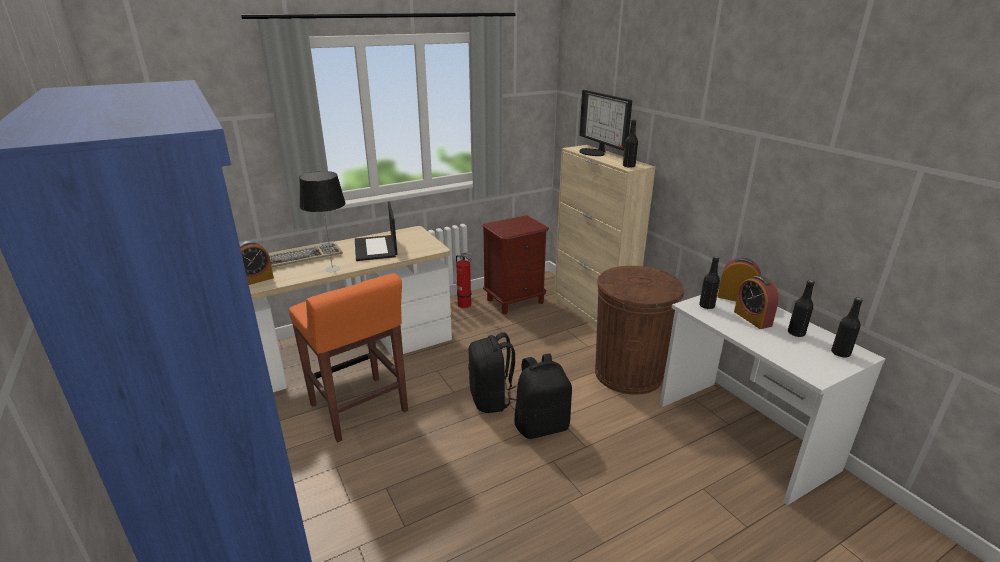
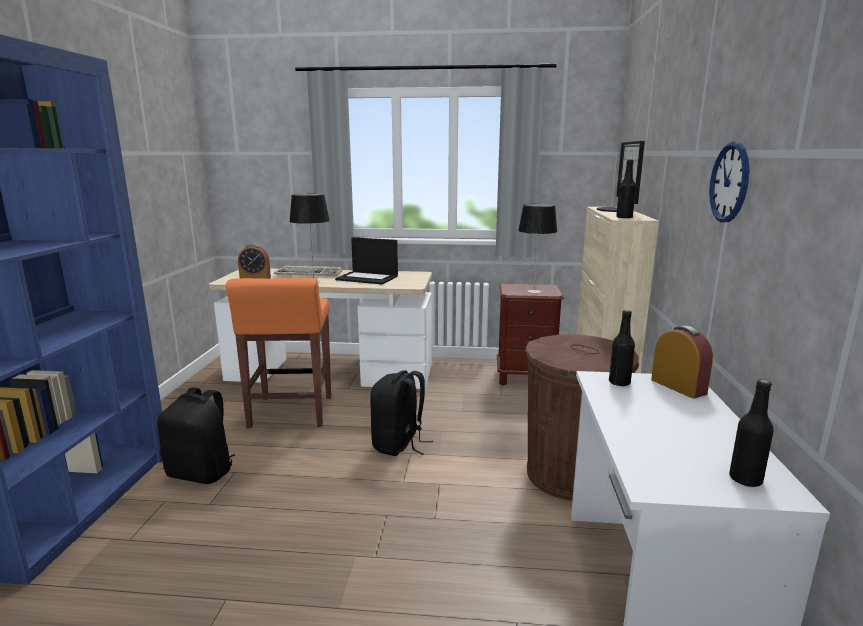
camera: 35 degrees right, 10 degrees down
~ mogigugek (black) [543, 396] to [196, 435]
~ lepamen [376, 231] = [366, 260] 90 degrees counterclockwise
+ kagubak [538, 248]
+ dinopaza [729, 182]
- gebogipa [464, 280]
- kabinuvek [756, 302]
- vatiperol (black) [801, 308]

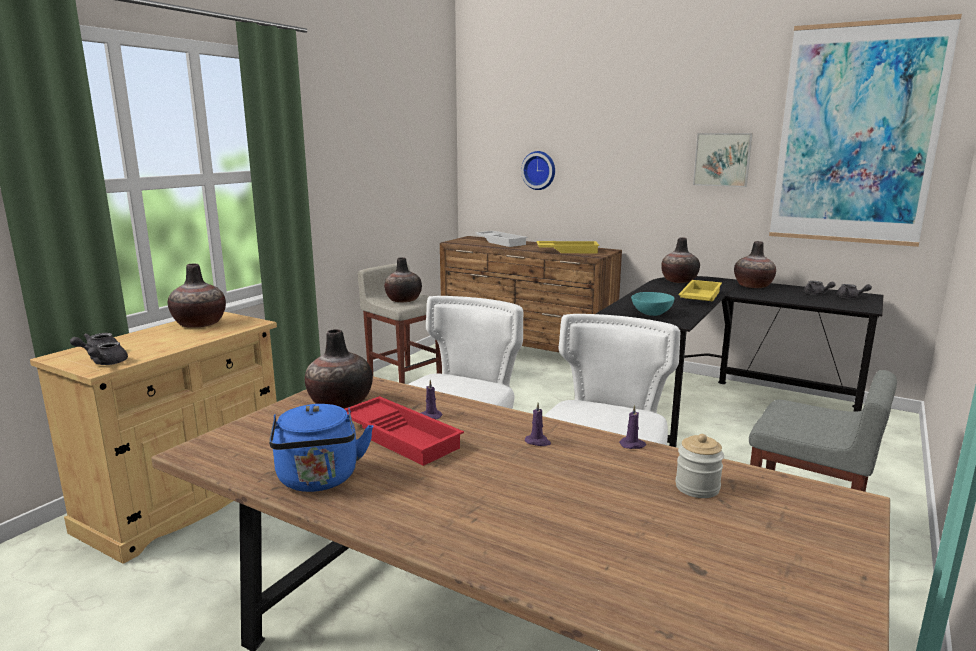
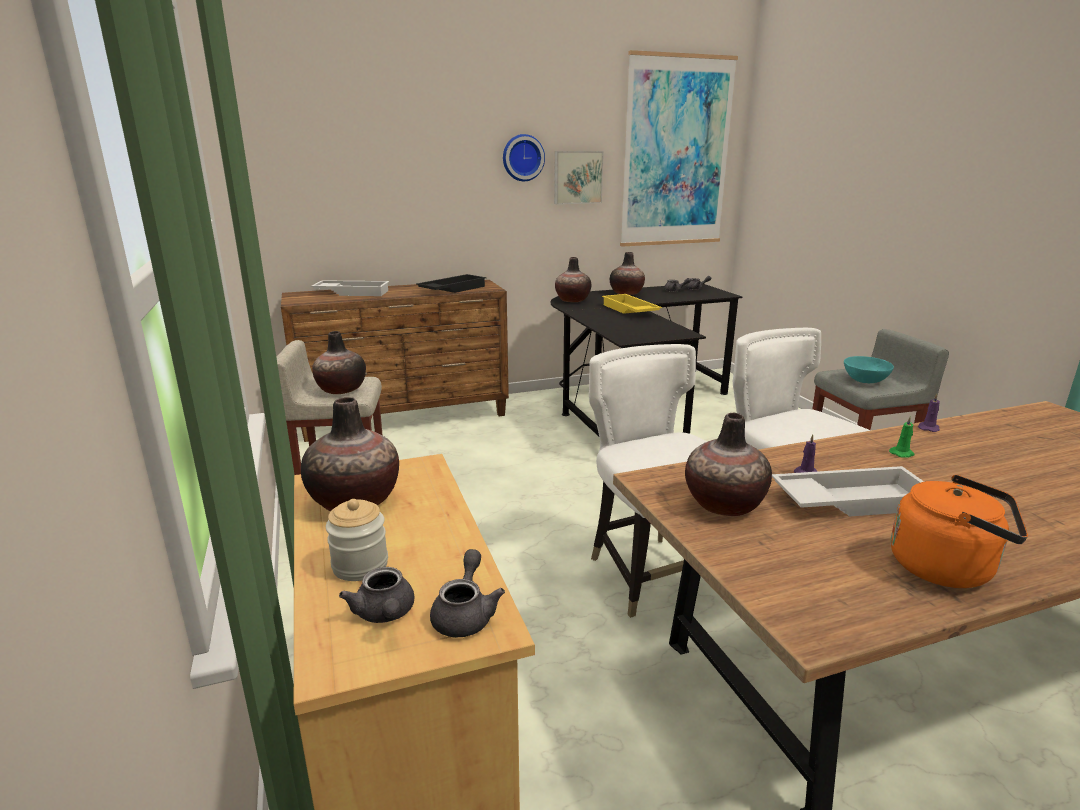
camera: 50 degrees left, 5 degrees up
~ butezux [699, 466] to [357, 540]
~ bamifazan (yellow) [568, 247] to bamifazan (black) [451, 283]
~ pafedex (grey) [106, 353] = [467, 593] 120 degrees counterclockwise
~ dinopaza [538, 170] to [524, 157]
~ bamifazan (red) [404, 431] to bamifazan (white) [848, 491]
~ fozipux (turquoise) [653, 304] to [869, 369]
~ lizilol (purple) [538, 424] to lizilol (green) [902, 437]
~ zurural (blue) [321, 448] to zurural (orange) [959, 531]

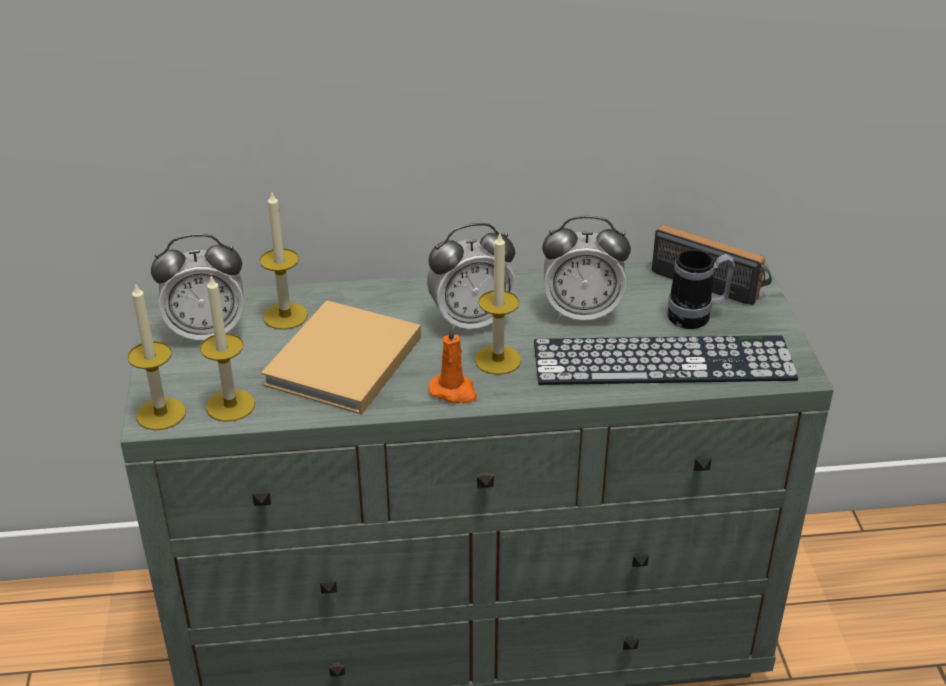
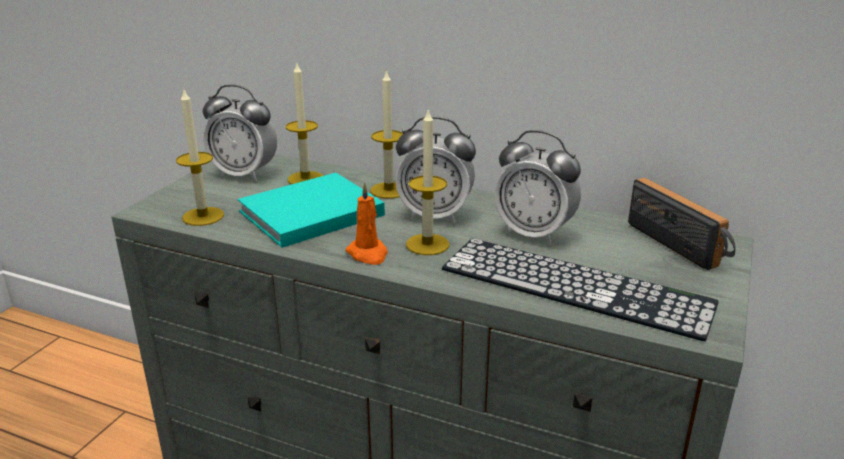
camera: 30 degrees right, 10 degrees down
~ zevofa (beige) [341, 357] to zevofa (turquoise) [311, 210]
~ lizilol [156, 356] to [386, 134]
- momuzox [701, 289]

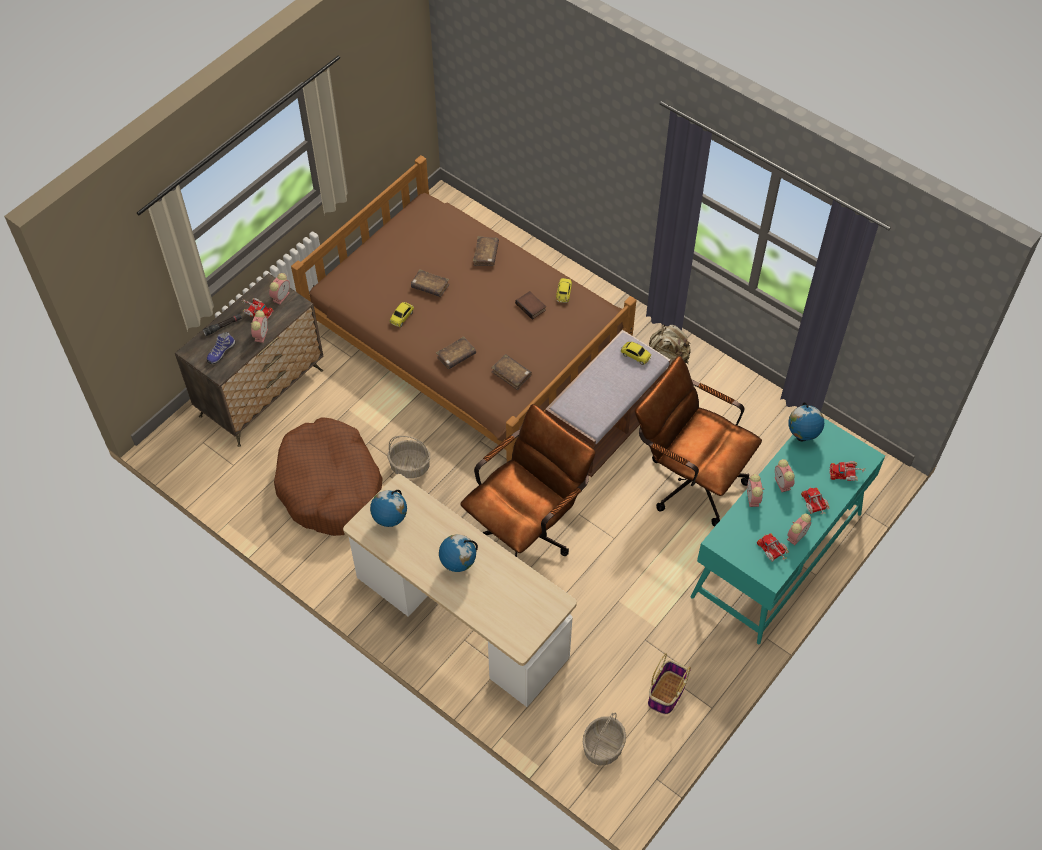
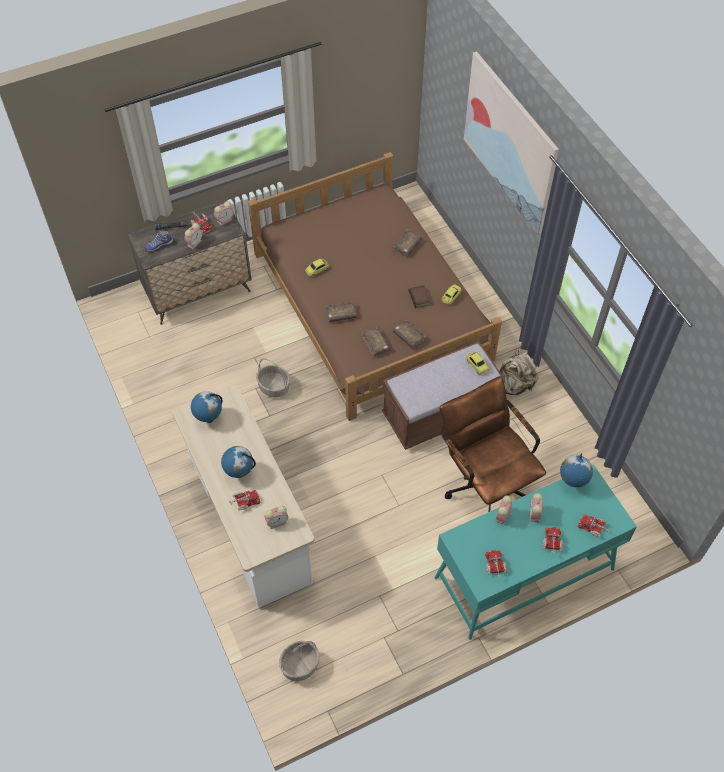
camera: 25 degrees right, 0 degrees up
+ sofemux [245, 500]
~ kabinuvek [799, 529] to [276, 517]
~ zevofa (brown) [430, 283] to [409, 334]
+ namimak [511, 143]
- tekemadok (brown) [328, 476]
- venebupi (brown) [528, 480]
- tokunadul [669, 683]

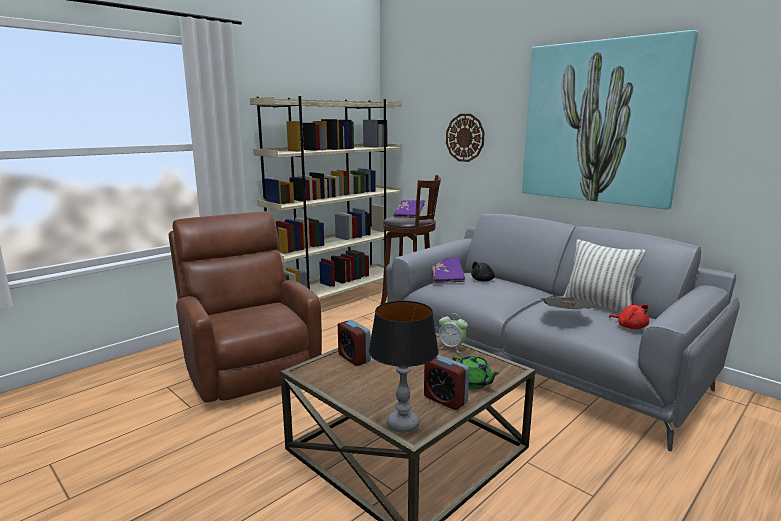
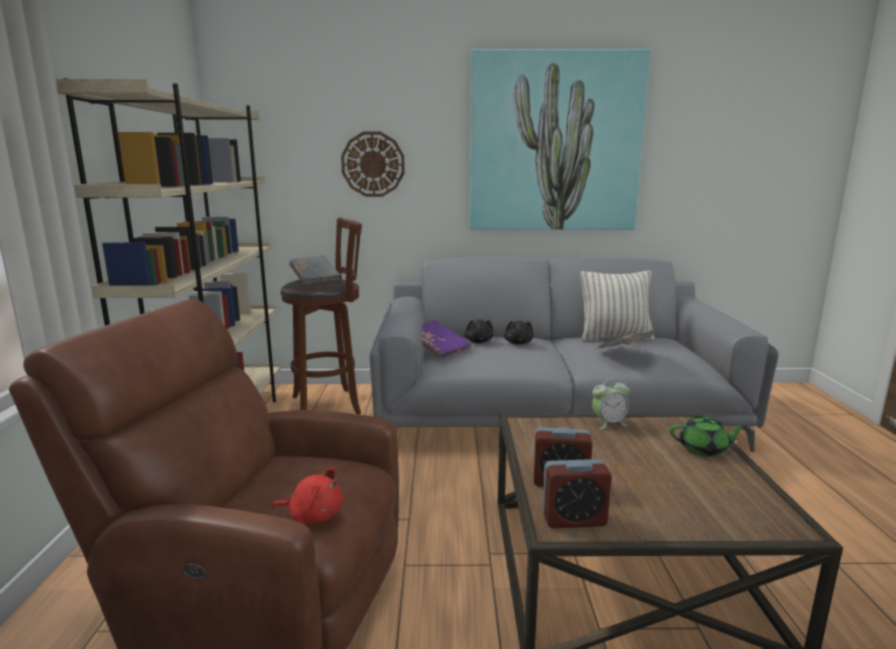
camera: 45 degrees left, 0 degrees up
~ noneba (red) [629, 316] to [307, 496]
~ zevofa (purple) [409, 209] to zevofa (grey) [315, 270]
+ noneba (black) [519, 333]
~ kabinuvek [446, 382] to [577, 493]
- kagubak [404, 367]

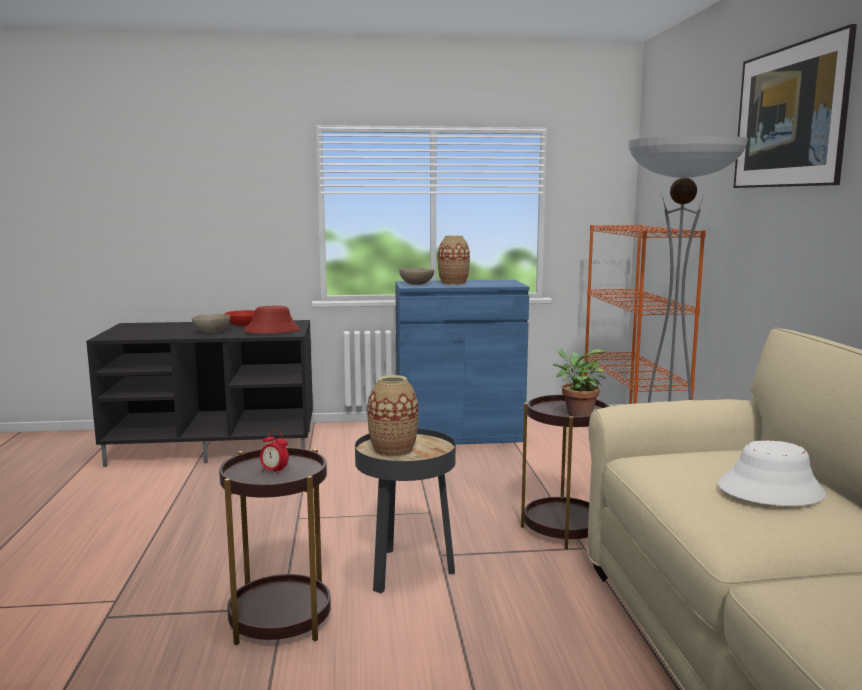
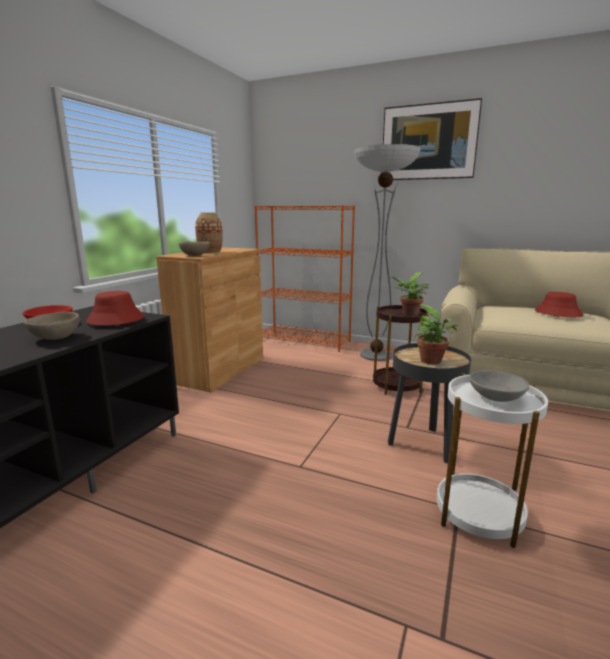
camera: 60 degrees left, 5 degrees up
~ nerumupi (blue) [462, 362] to nerumupi (brown) [209, 320]
~ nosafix [392, 416] to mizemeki [437, 334]
~ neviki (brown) [275, 546] to neviki (white) [492, 460]
~ kabinuvek [274, 452] to fozipux (grey) [499, 386]
~ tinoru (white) [772, 473] to tinoru (red) [559, 304]

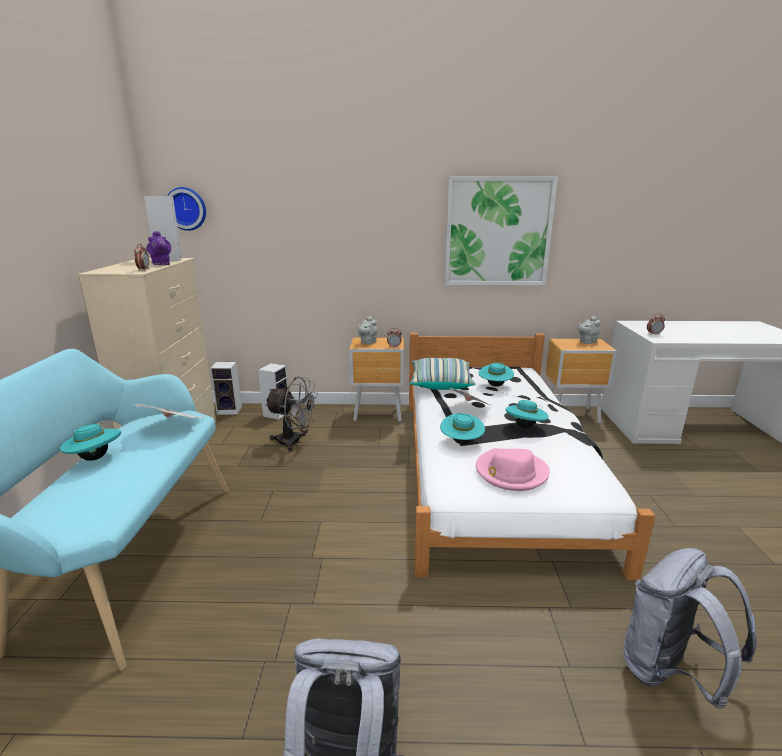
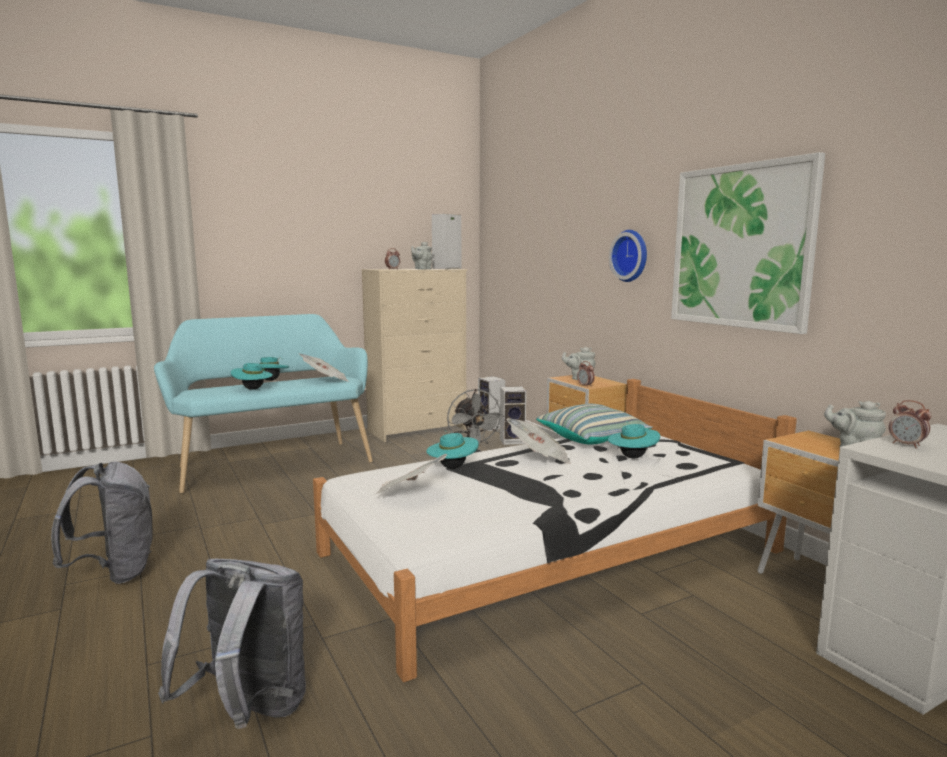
camera: 60 degrees right, 10 degrees down
~ tinoru (turquoise) [527, 414] to [252, 376]
~ tinoru (pink) [513, 469] to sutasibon [411, 474]
~ pafedex (purple) [158, 248] to pafedex (grey) [421, 255]
~ dinopaza [186, 209] to [628, 256]

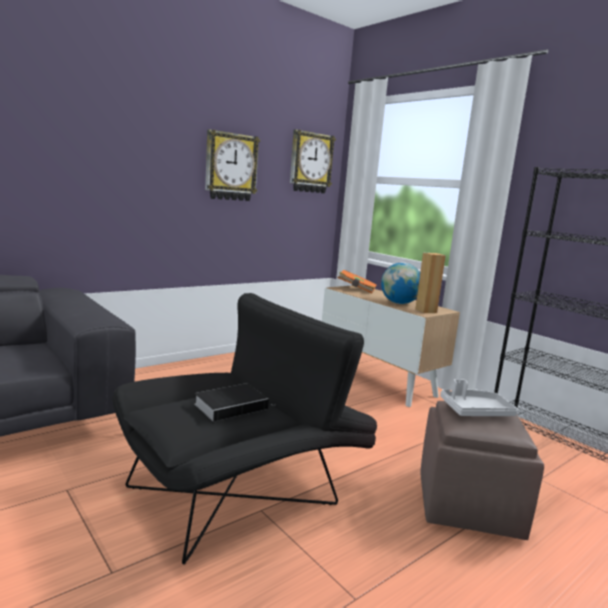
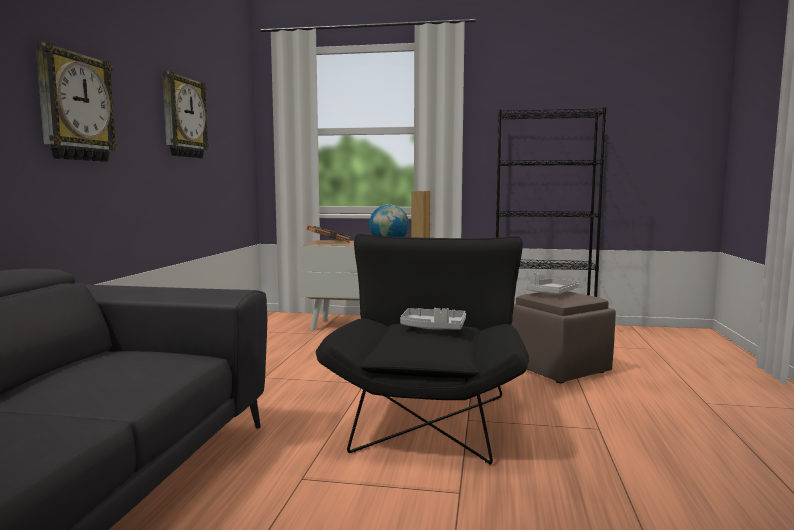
camera: 40 degrees left, 5 degrees down
~ dinopaza [313, 161] to [76, 102]
~ zevofa [235, 402] to bamifazan (grey) [433, 319]

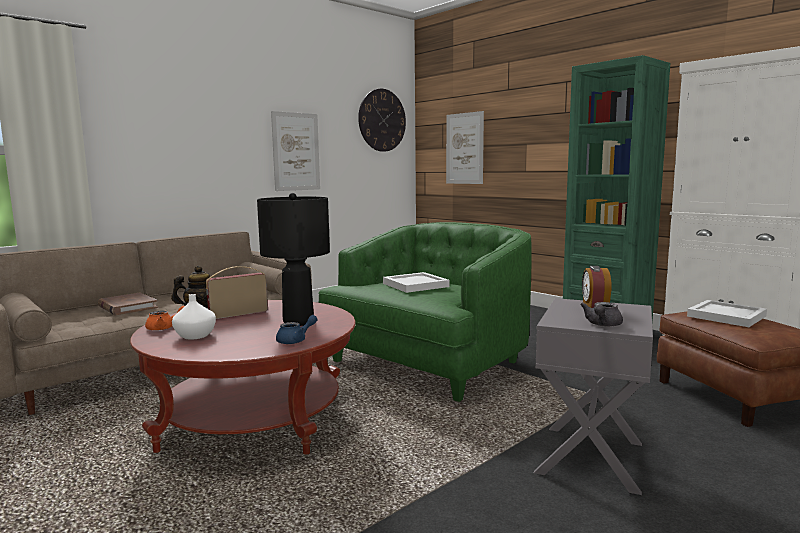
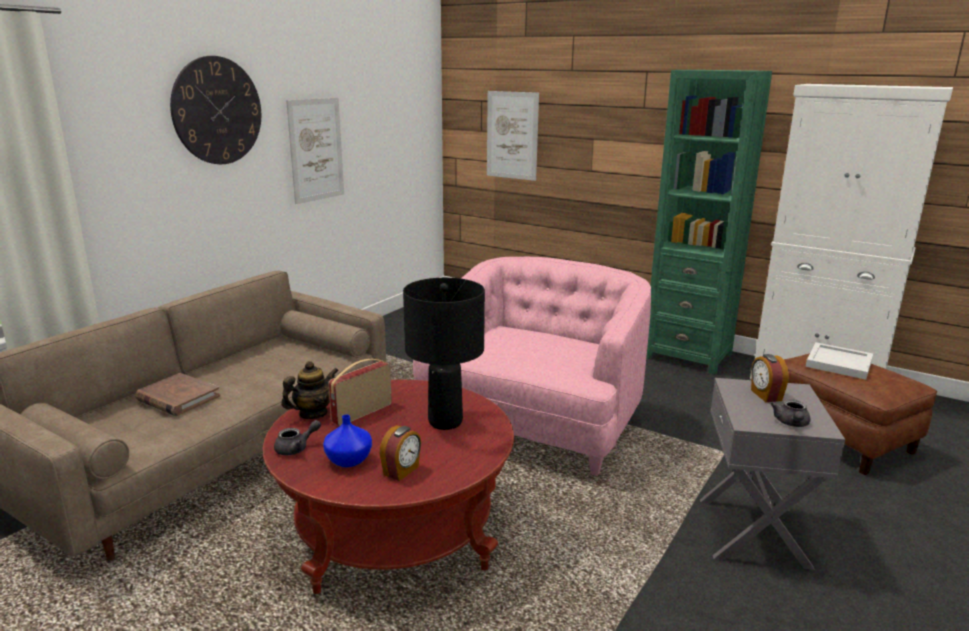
camera: 15 degrees left, 10 degrees up
~ dinopaza [382, 120] to [215, 110]
~ pafedex (orange) [165, 318] to pafedex (grey) [297, 437]
~ nosafix (white) [194, 317] to nosafix (blue) [347, 441]
+ kabinuvek [400, 453]
~ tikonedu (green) [425, 312] to tikonedu (pink) [532, 366]
- pafedex (blue) [297, 329]
- bamifazan (white) [416, 282]

